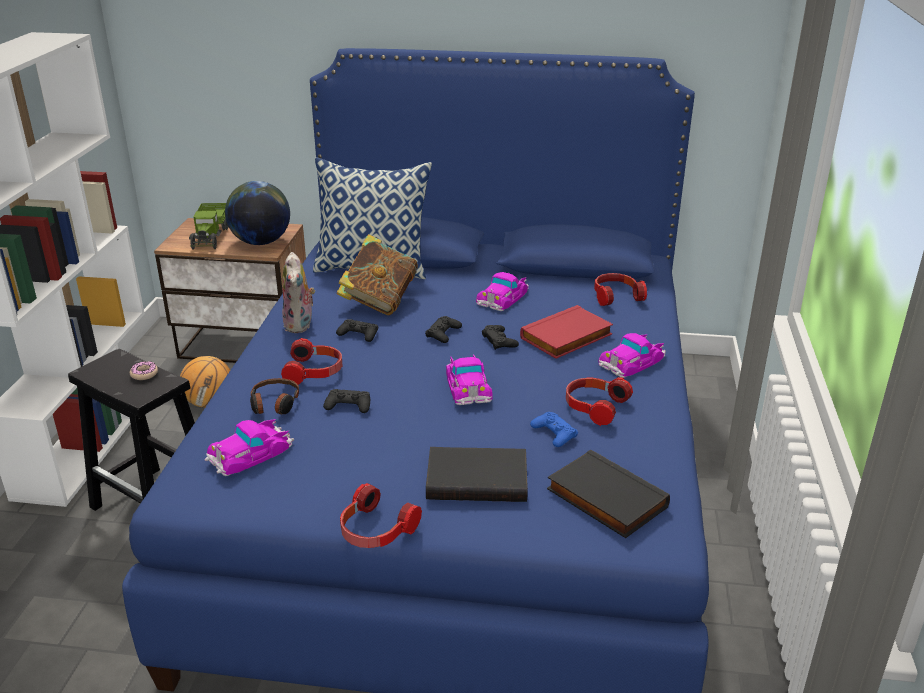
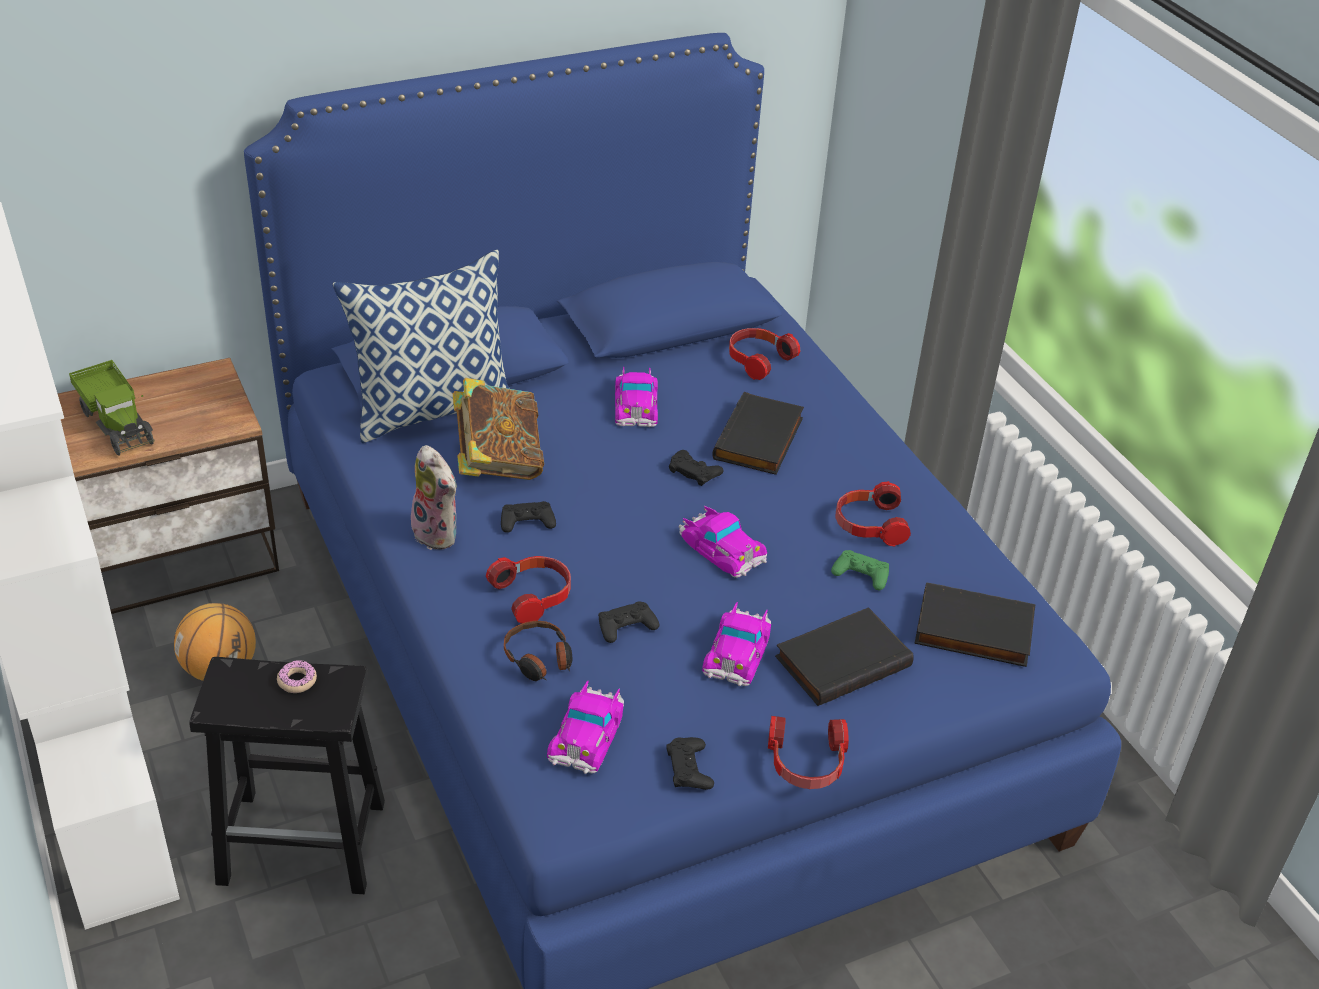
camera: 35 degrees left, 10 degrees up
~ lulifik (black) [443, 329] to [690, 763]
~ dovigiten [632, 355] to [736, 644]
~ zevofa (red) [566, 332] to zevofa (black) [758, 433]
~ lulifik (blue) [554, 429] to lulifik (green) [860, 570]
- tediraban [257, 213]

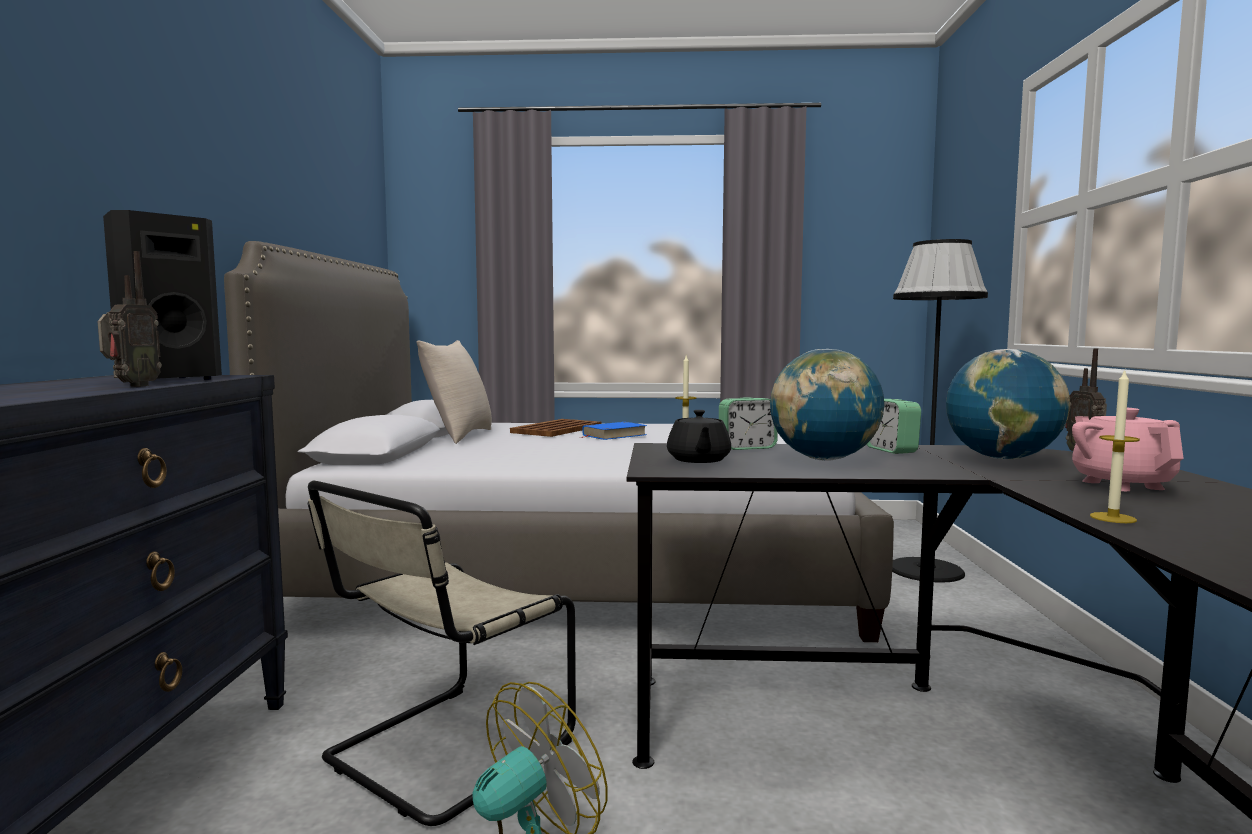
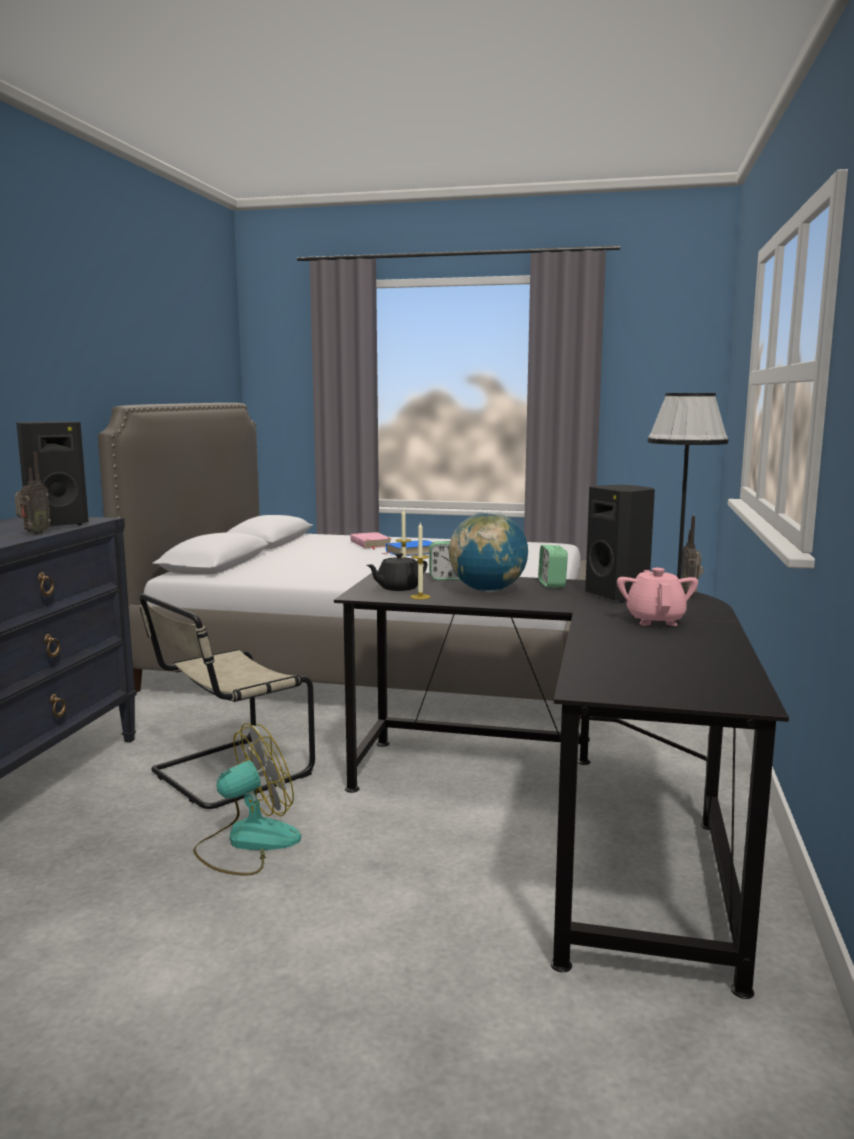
camera: 10 degrees right, 5 degrees up
~ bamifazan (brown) [556, 428] to zevofa (pink) [371, 540]
~ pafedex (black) [699, 436] = [397, 572] 45 degrees clockwise
~ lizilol [1115, 446] to [420, 561]
~ tediraban [1008, 404] to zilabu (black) [620, 543]
- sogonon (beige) [454, 392]

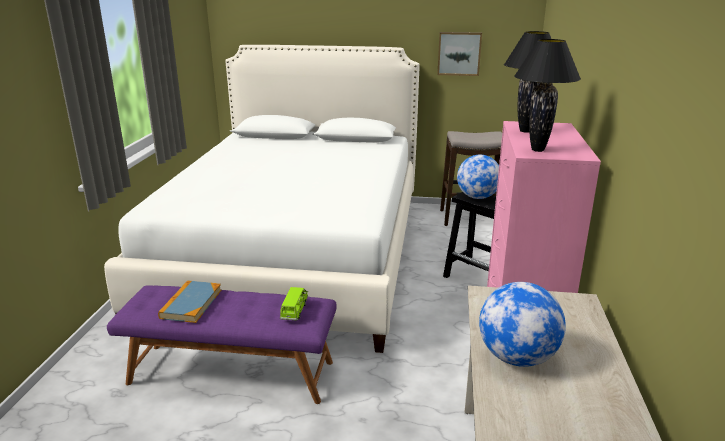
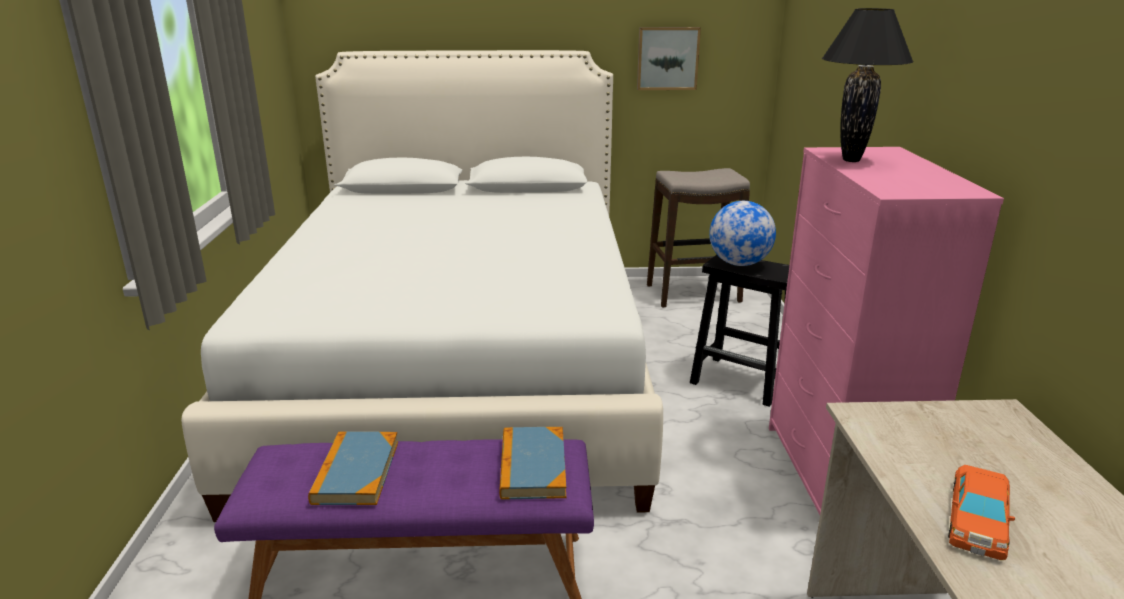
camera: 10 degrees left, 0 degrees up
~ dovigiten (green) [294, 304] to zevofa [532, 463]
~ tediraban [522, 324] to dovigiten (orange) [981, 512]
- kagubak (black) [547, 95]

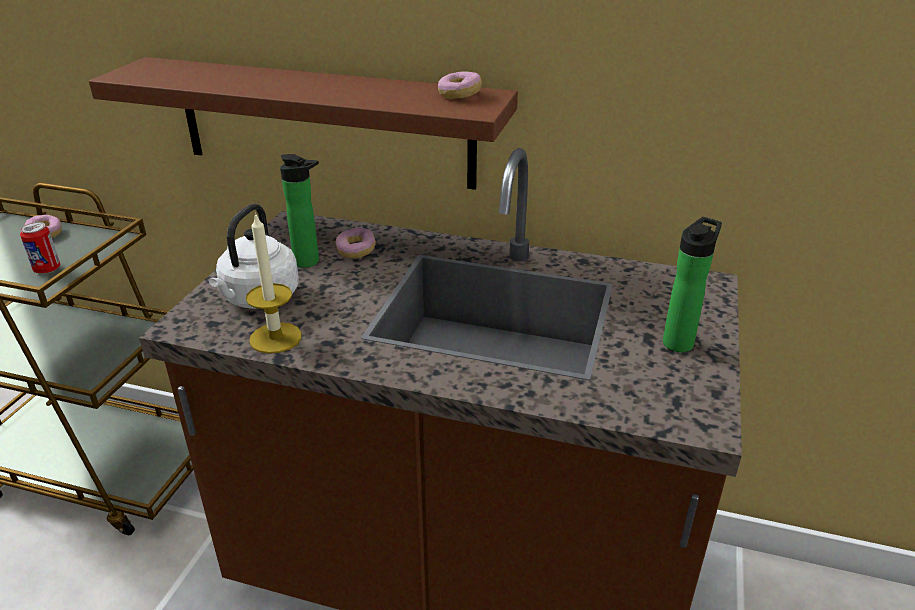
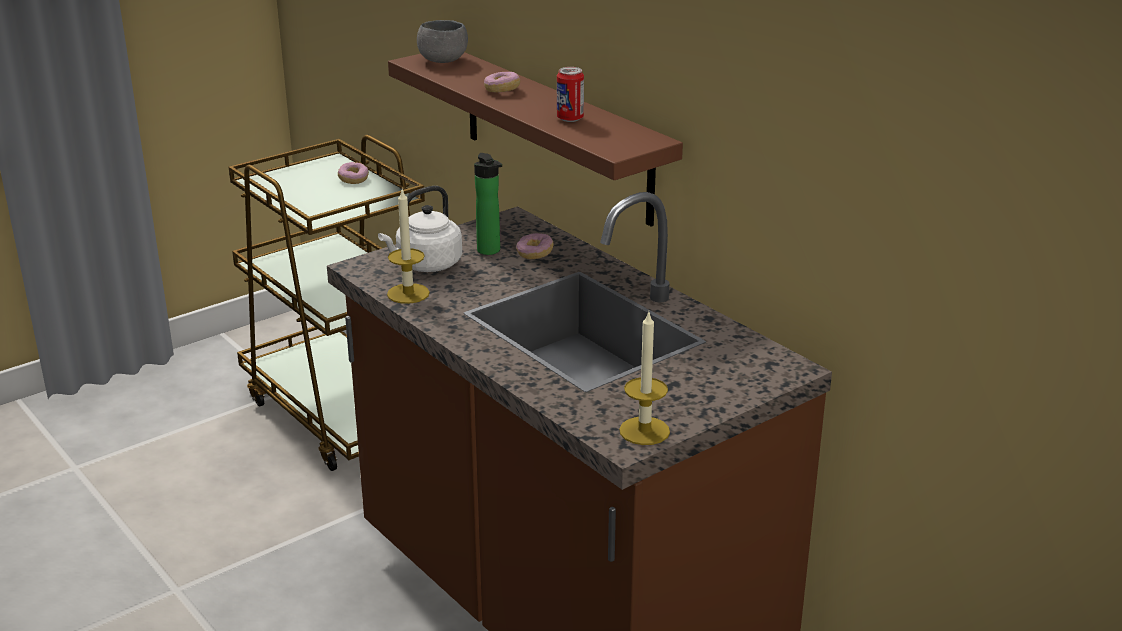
camera: 35 degrees right, 5 degrees down
+ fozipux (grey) [442, 41]
~ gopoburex [460, 85] to [502, 82]
~ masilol [40, 248] to [570, 94]
+ lizilol [644, 378]
- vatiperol [692, 284]

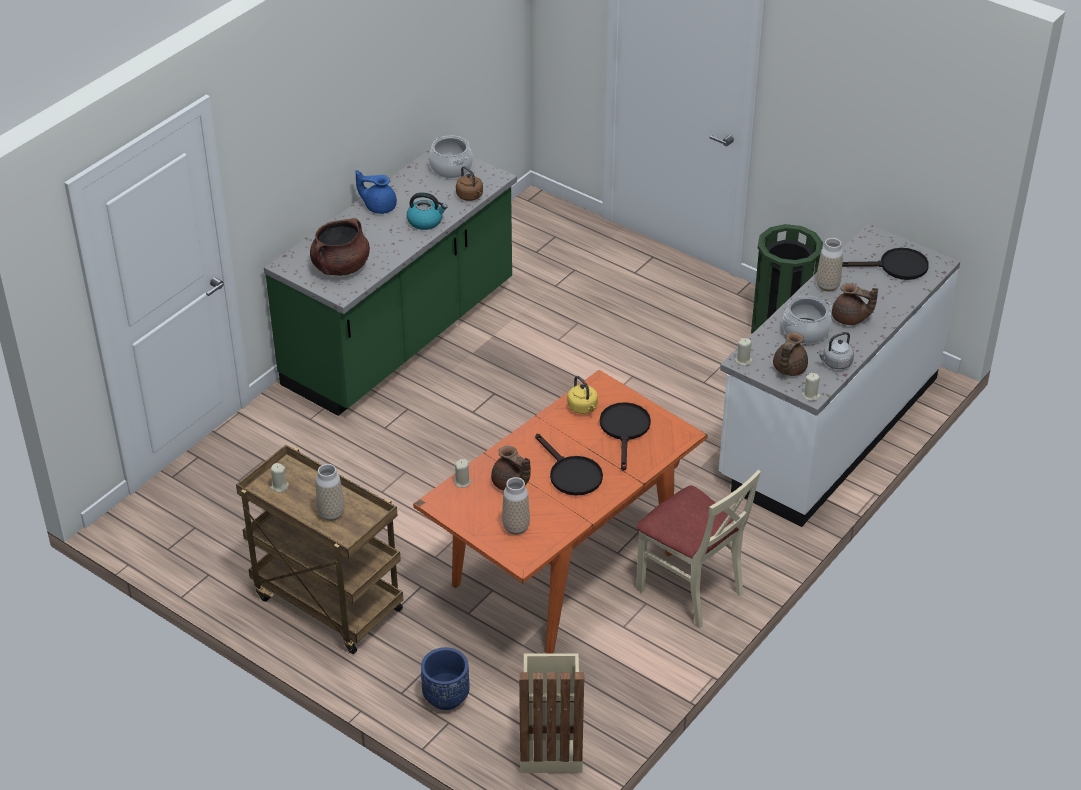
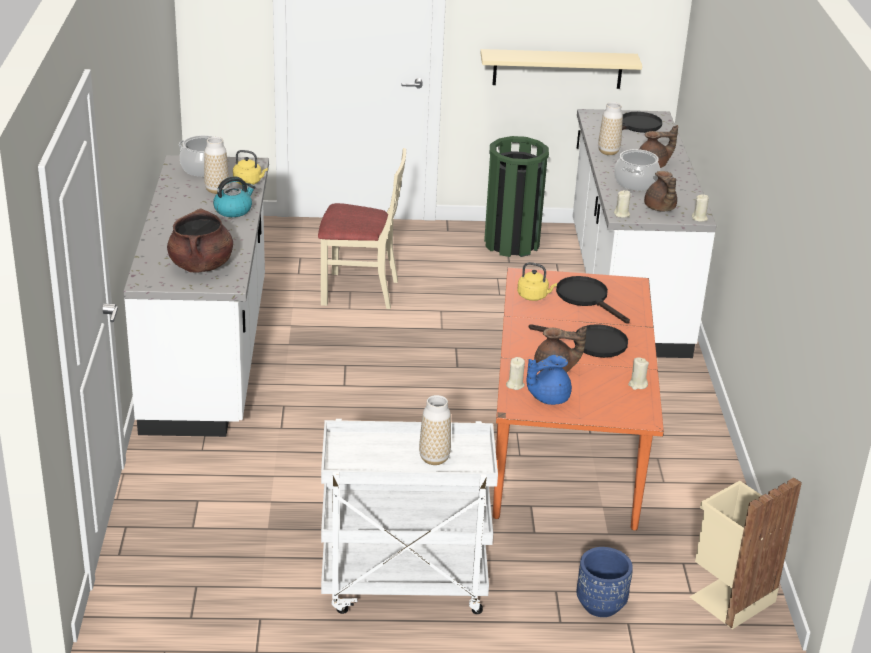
camera: 40 degrees left, 10 degrees down
~ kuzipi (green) [390, 282] to kuzipi (white) [196, 296]
~ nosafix [516, 506] to [216, 165]
~ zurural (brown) [469, 183] to zurural (yellow) [250, 167]
~ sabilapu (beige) [698, 549] to [362, 228]
~ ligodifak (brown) [319, 549] to ligodifak (white) [409, 516]
+ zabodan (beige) [561, 69]
~ pafedex (blue) [376, 192] to [549, 380]
~ lizilol (beige) [279, 477] to [638, 373]
- zurural (grey) [835, 350]

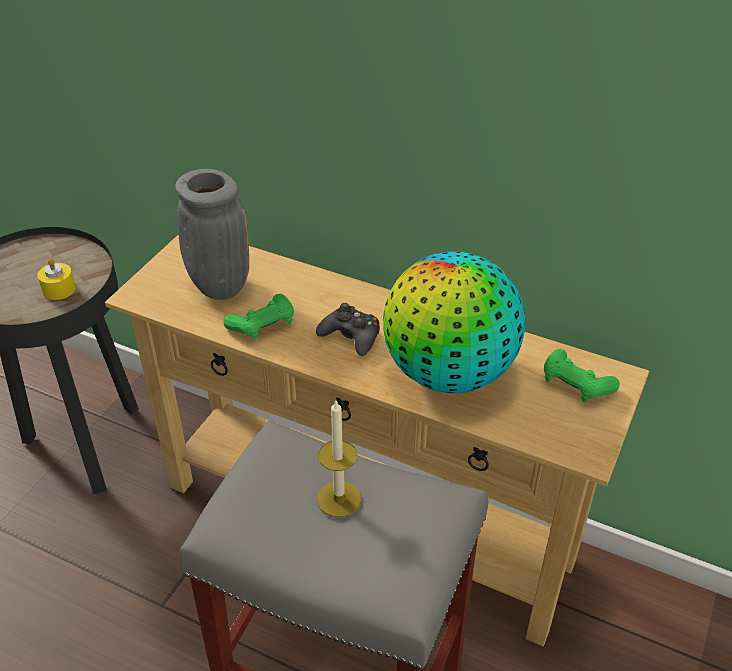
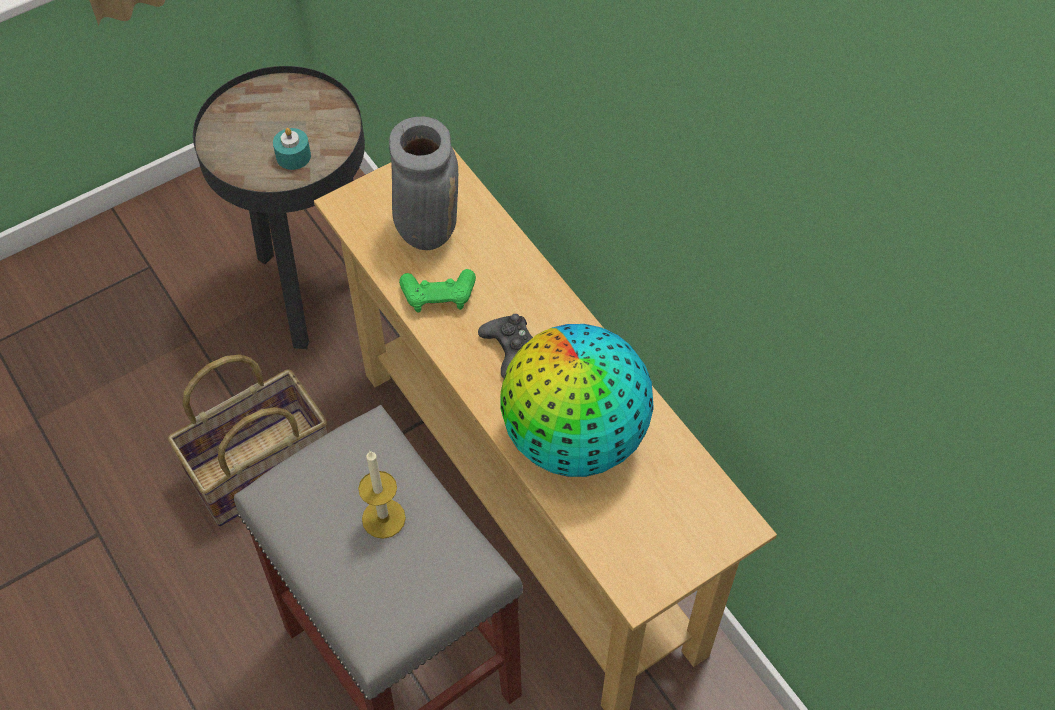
camera: 30 degrees right, 15 degrees up
+ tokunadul [247, 440]
~ lizilol (yellow) [56, 279] to lizilol (turquoise) [292, 149]
- lulifik (green) [582, 375]

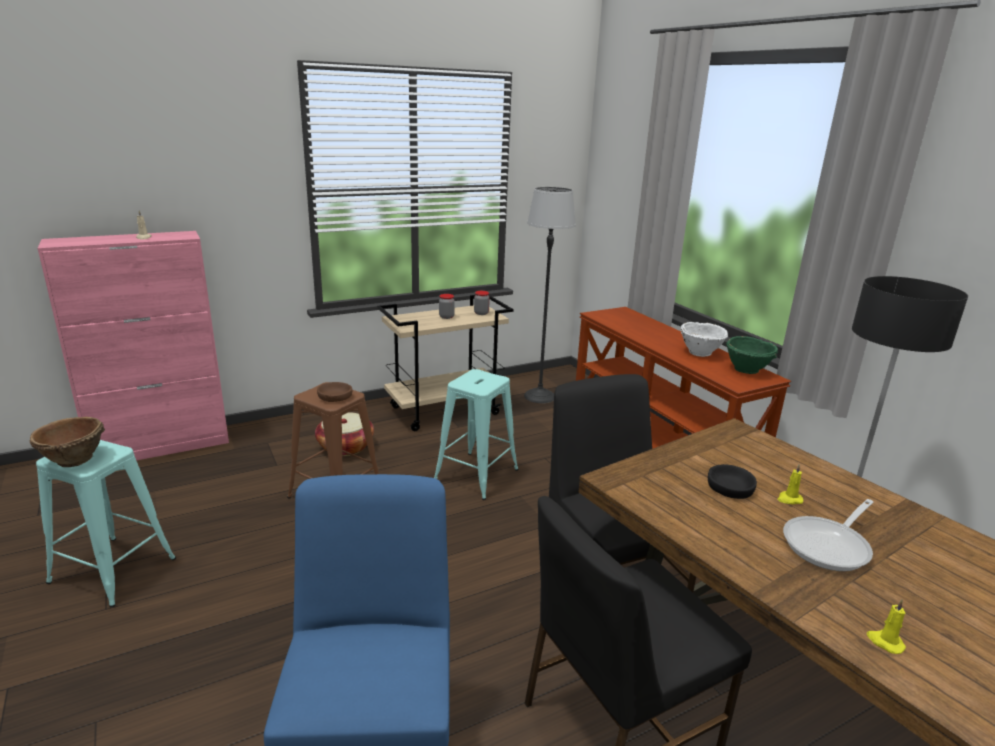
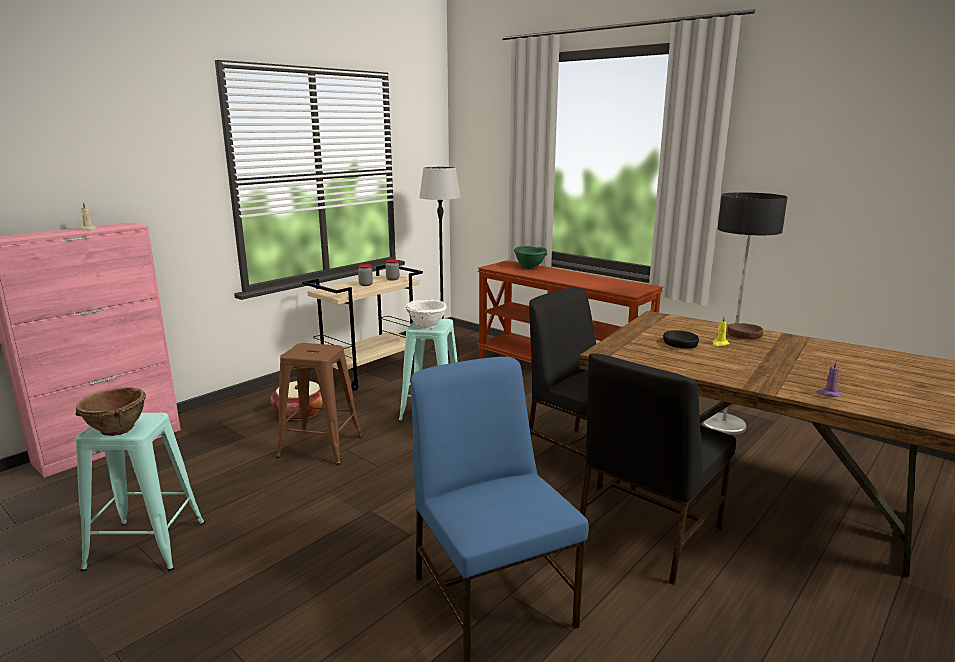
camera: 20 degrees left, 5 degrees down
~ fozipux (white) [704, 339] to [426, 314]
~ fozipux (green) [752, 355] to [530, 257]
~ fozipux (brown) [334, 392] to [745, 331]
~ lizilol (yellow) [886, 626] to lizilol (purple) [828, 379]
- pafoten [828, 535]

